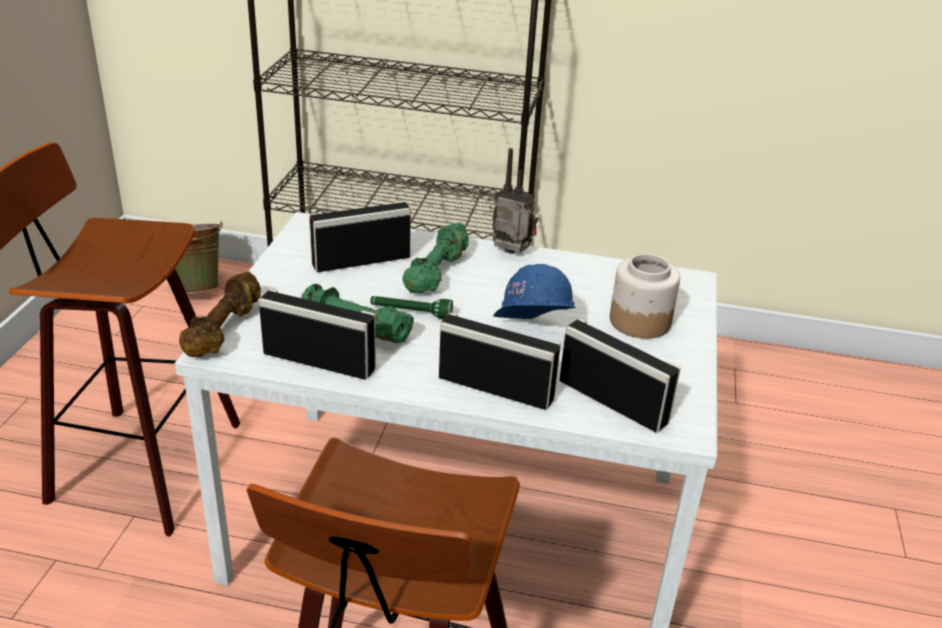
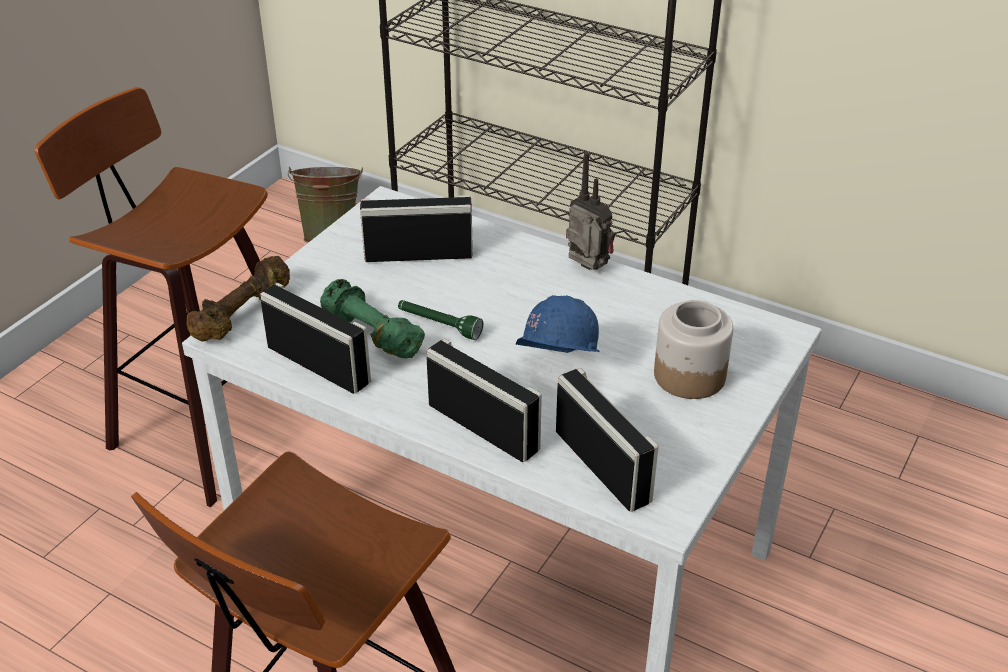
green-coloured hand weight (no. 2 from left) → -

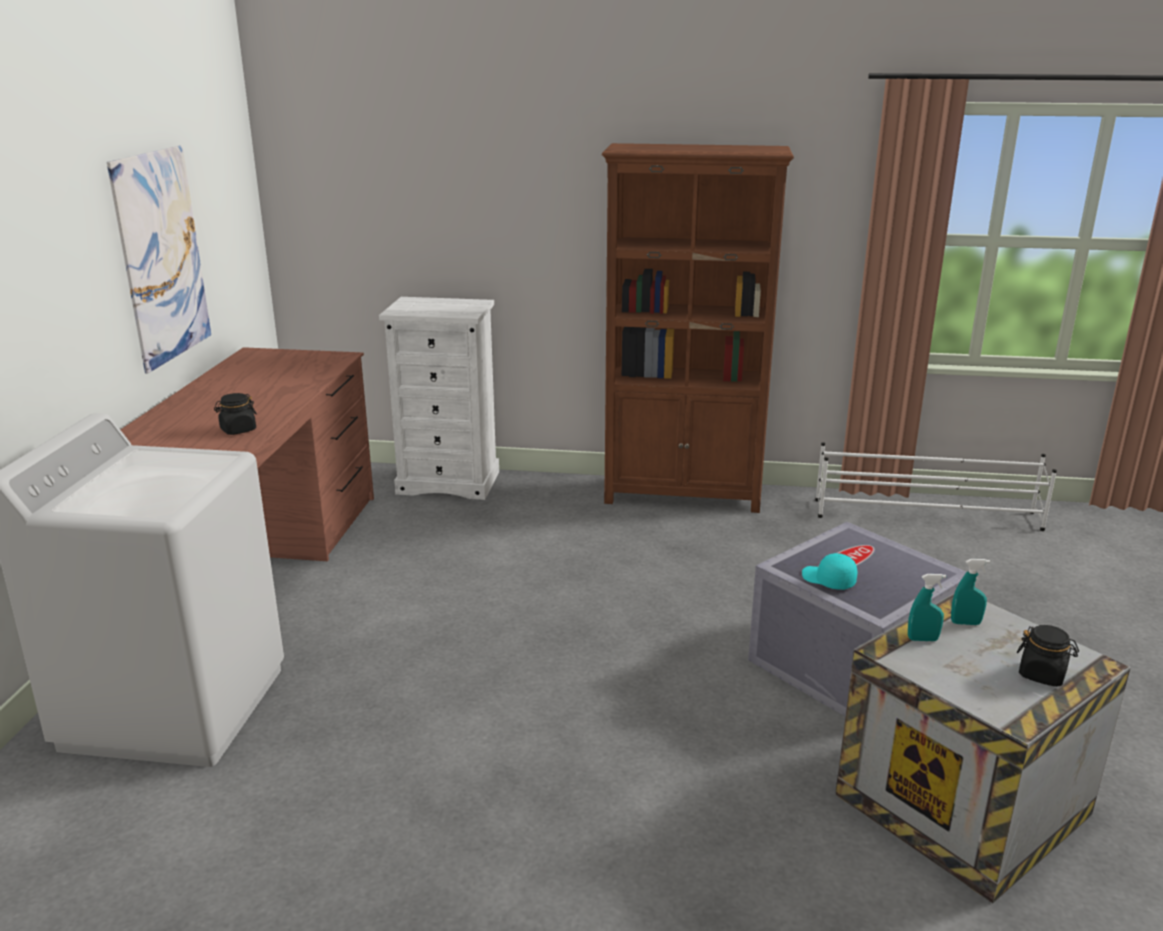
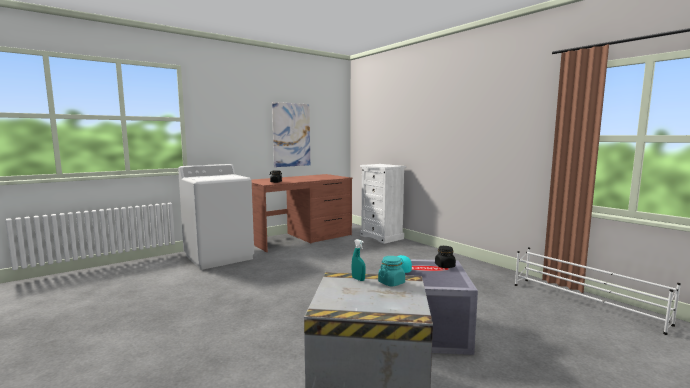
brown-coloured bookshelf → -
blue-green sprayer (no. 2 from left) → blue-green preserve jar
black-coloured preserve jar (no. 2 from left), shifted

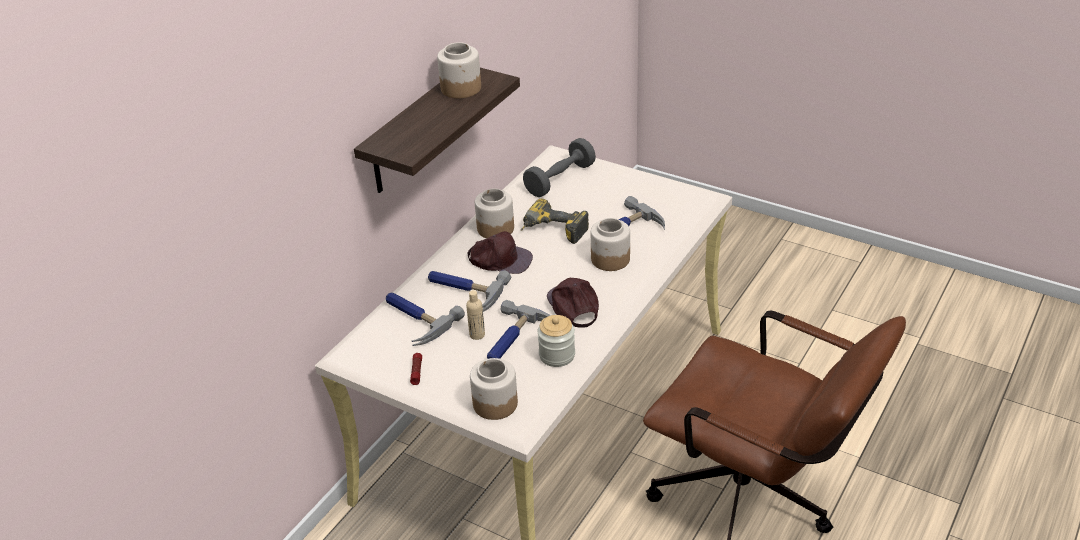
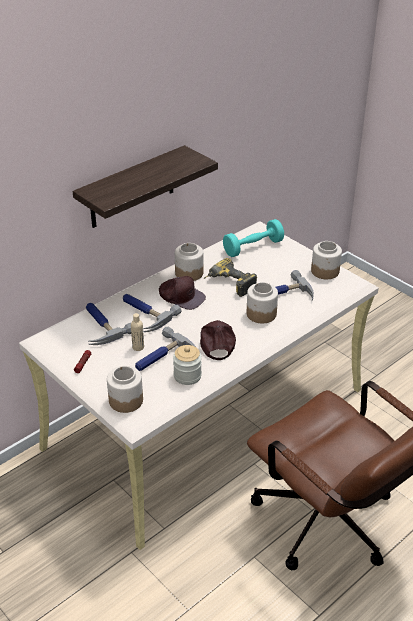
preserve jar (no. 1 from left in the first image) → preserve jar (no. 5 from left), shifted
grey hand weight → blue-green hand weight

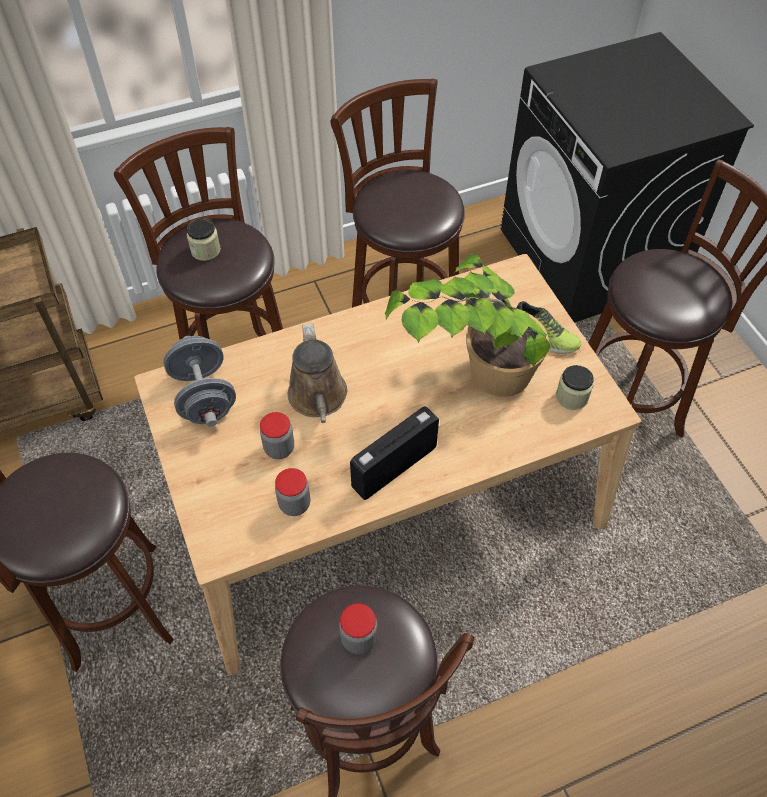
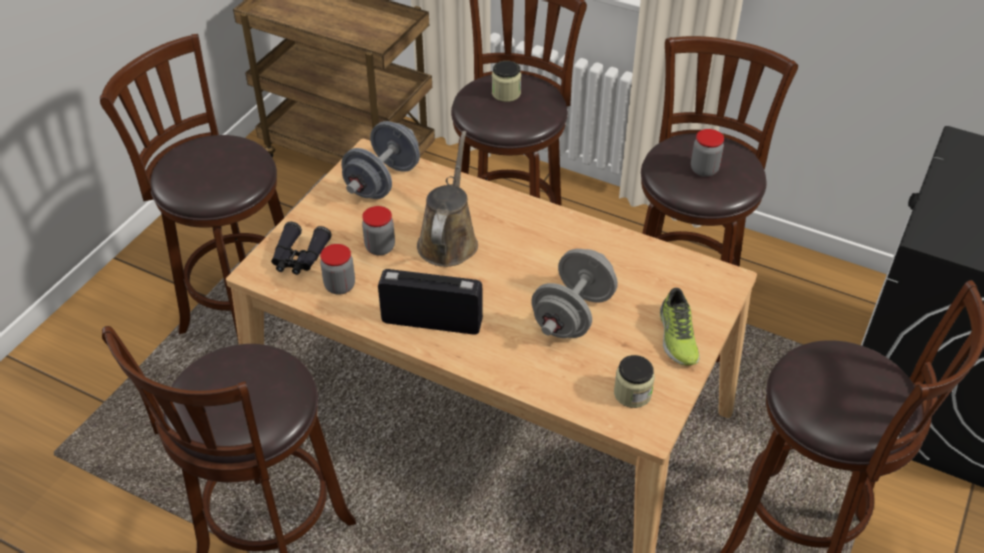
houseplant → grey hand weight (no. 2 from left)
brown-coloured sprinkling can, 150 degrees clockwise
preserve jar (no. 4 from left in the first image) → preserve jar (no. 5 from left), shifted
- → black-coloured pair of binoculars

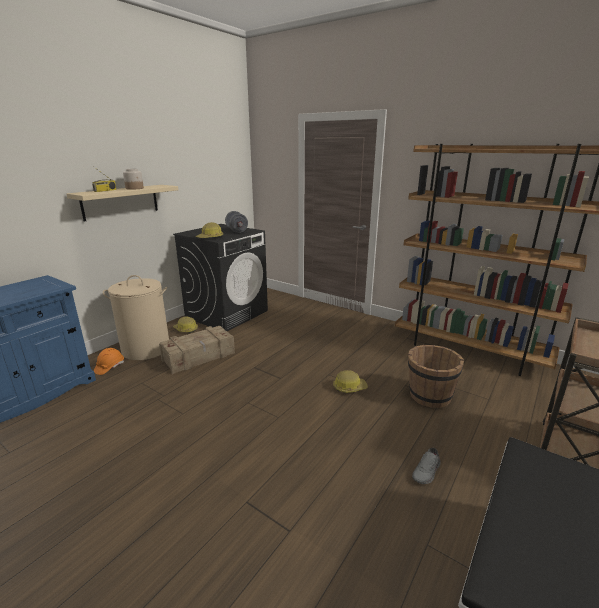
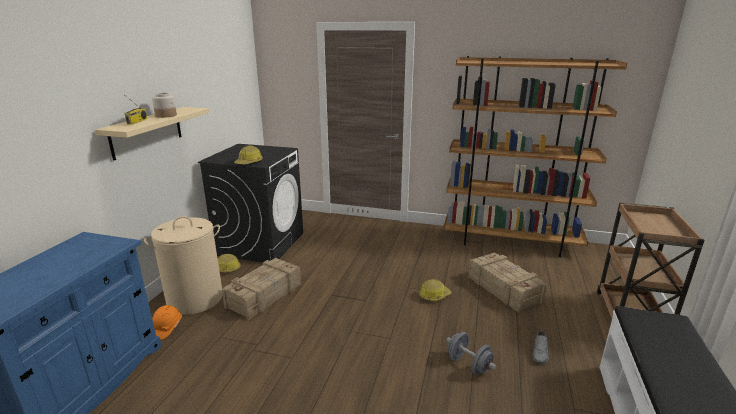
grey hand weight, shifted
brown-coloured bucket → crate (no. 2 from left)

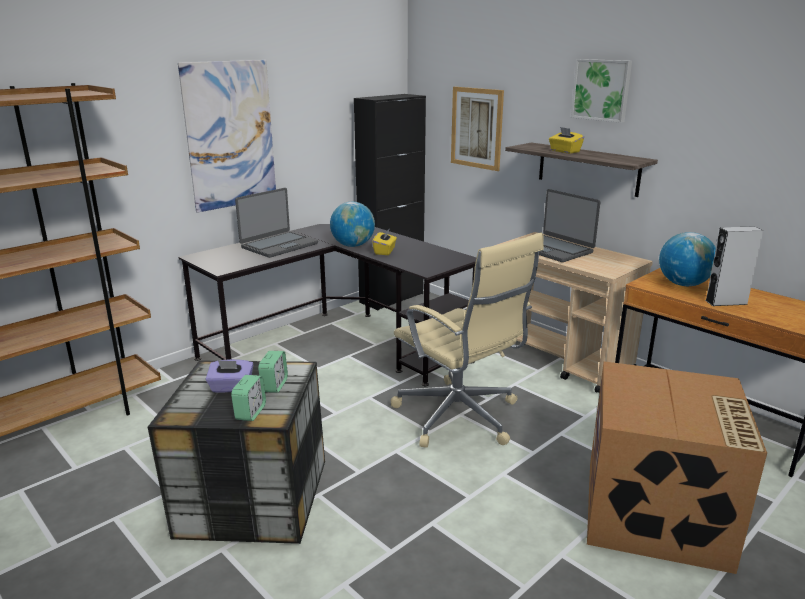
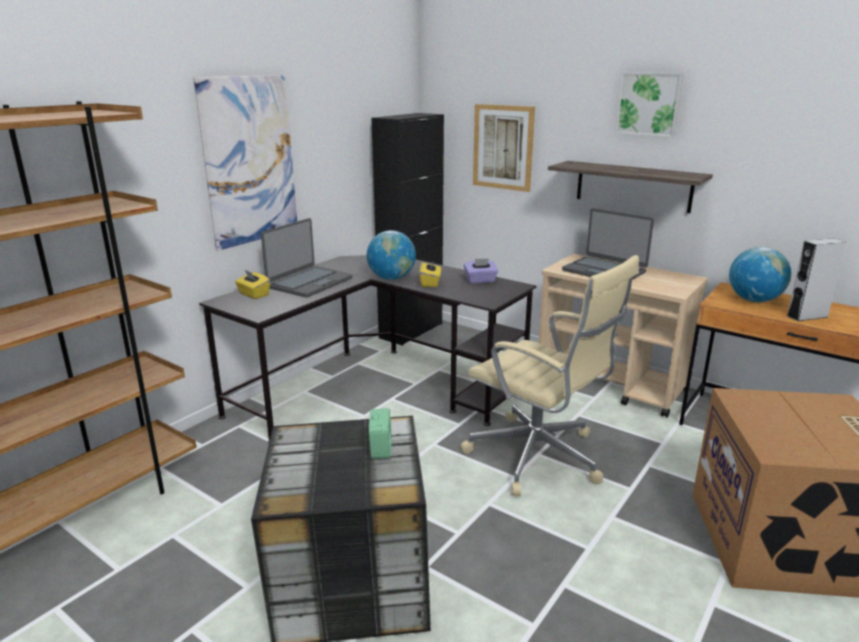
yellow-coloured tissue box (no. 2 from left in the first image) → yellow-coloured tissue box (no. 1 from left), shifted
purplish tissue box, shifted
bedside clock (no. 1 from left) → -

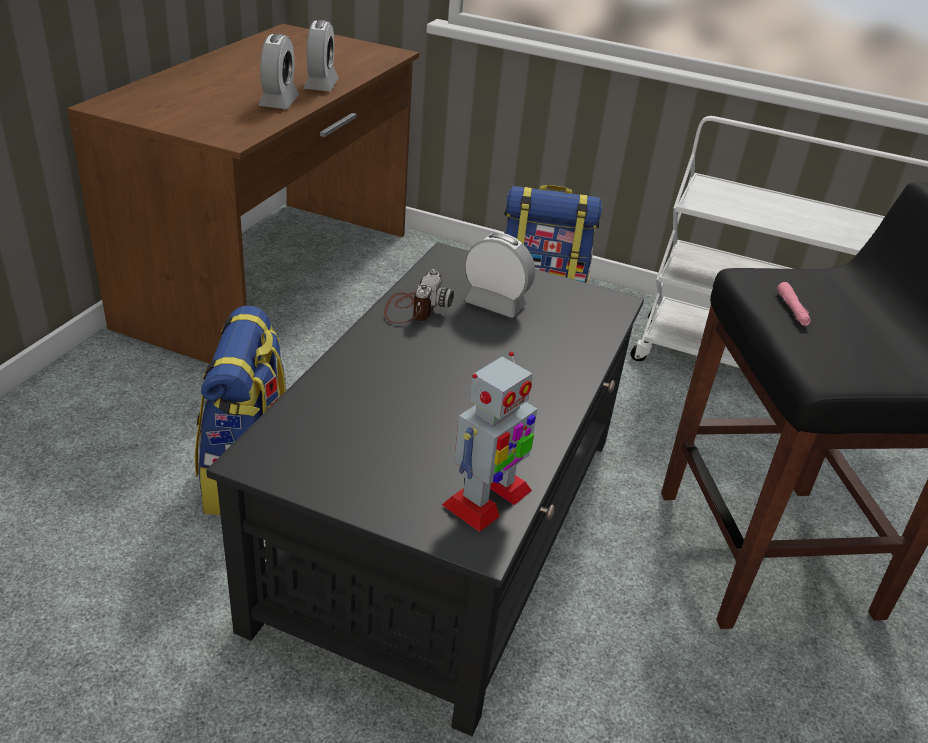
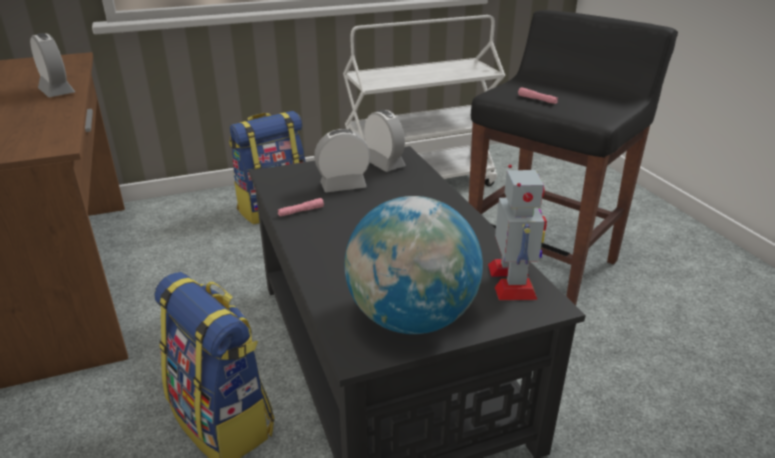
bedside clock (no. 1 from left in the first image) → bedside clock (no. 3 from left), shifted
still camera → pinkish torch (no. 1 from left)
- → world globe

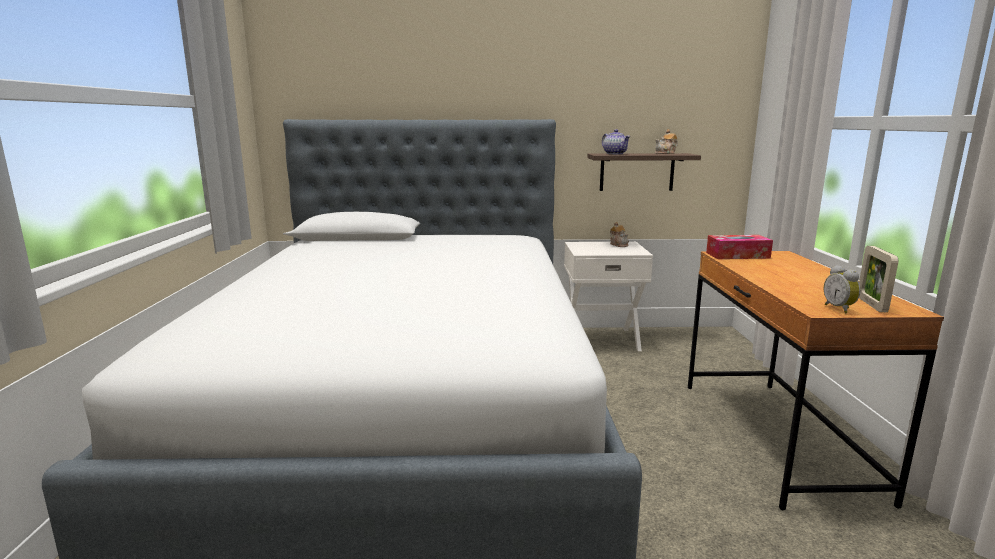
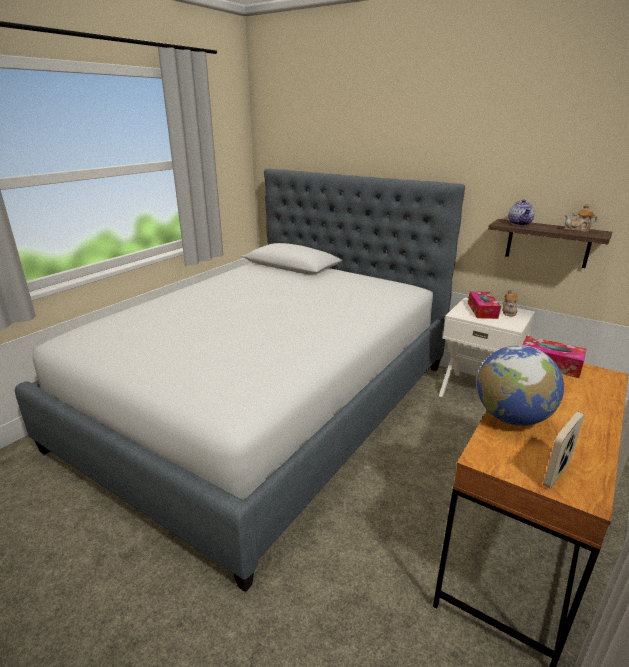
bedside clock → -
- → tissue box (no. 1 from left)
- → world globe

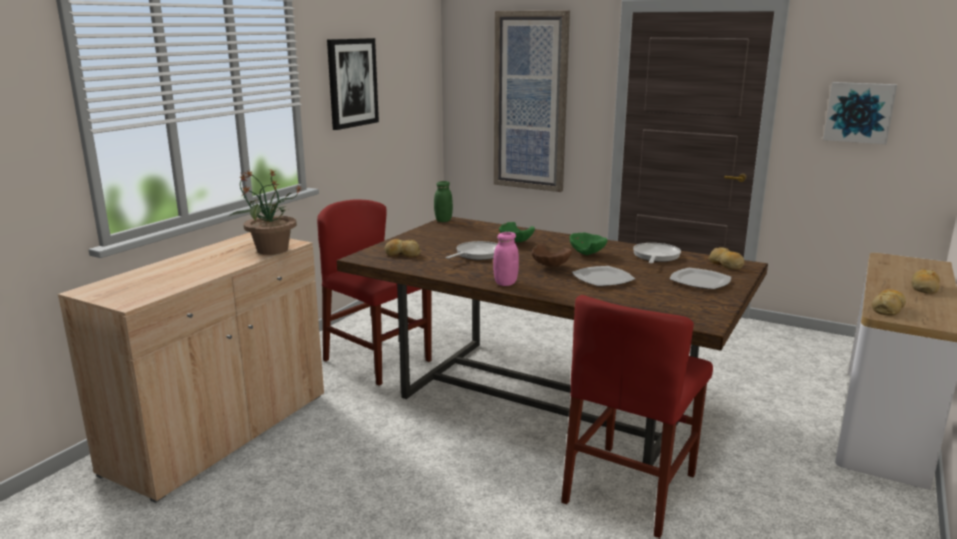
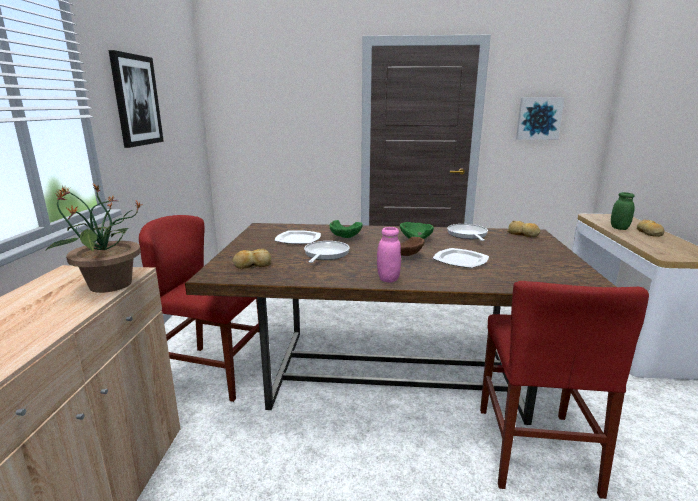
picture (no. 2 from left) → -
green-coloured preserve jar, shifted
dinner plate (no. 2 from left in the first image) → dinner plate (no. 1 from left), shifted
bread (no. 3 from left) → -

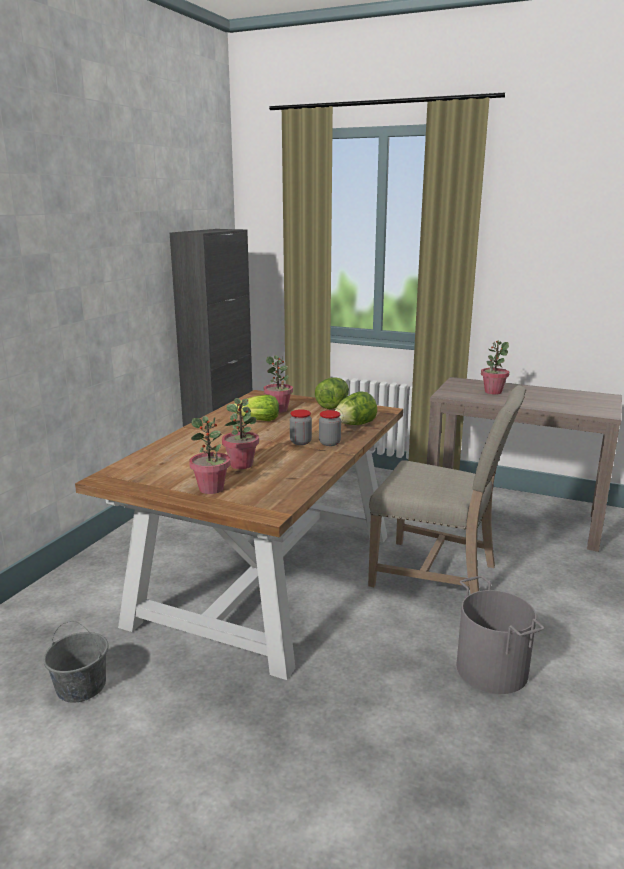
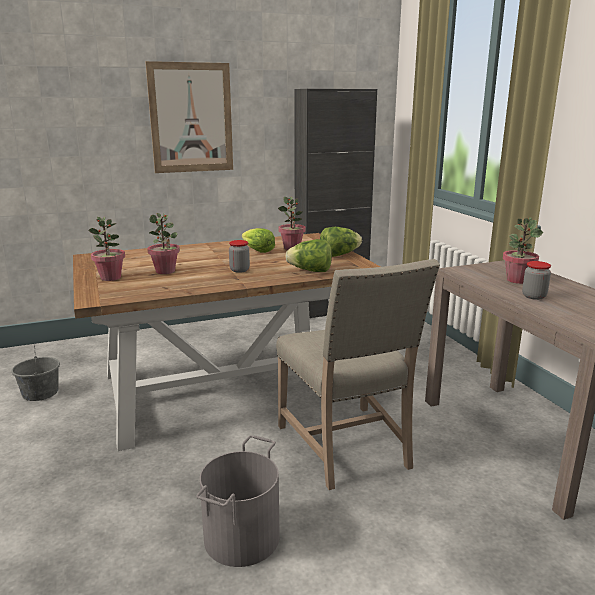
preserve jar (no. 2 from left), shifted
- → picture

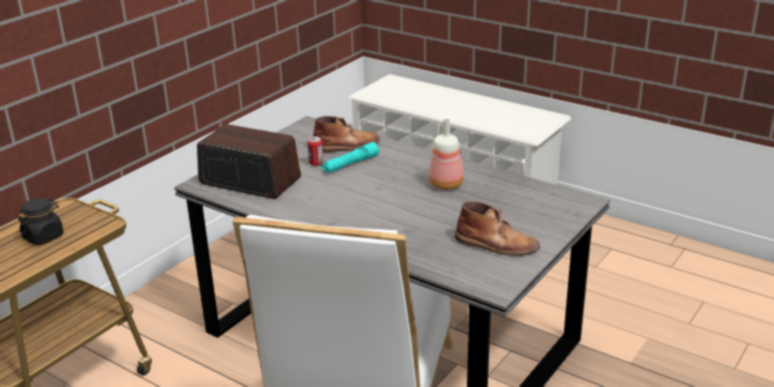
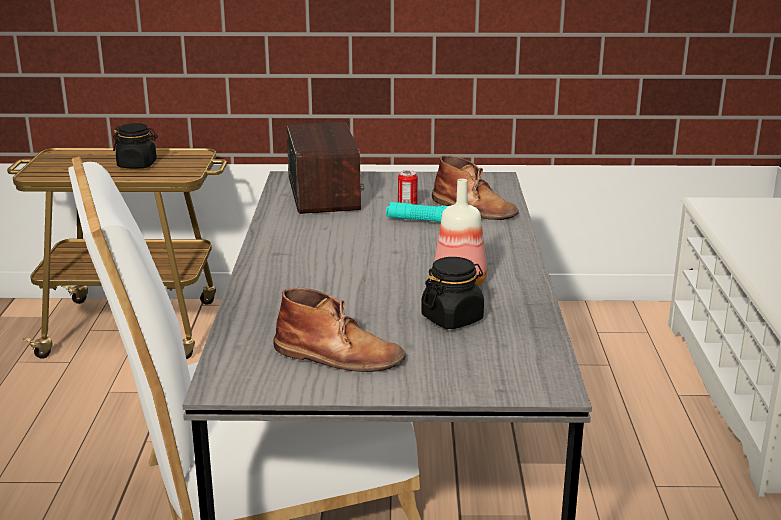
brown-coloured tall boot (no. 2 from left in the first image) → brown-coloured tall boot (no. 1 from left), 60 degrees counterclockwise
- → black-coloured preserve jar (no. 2 from left)

